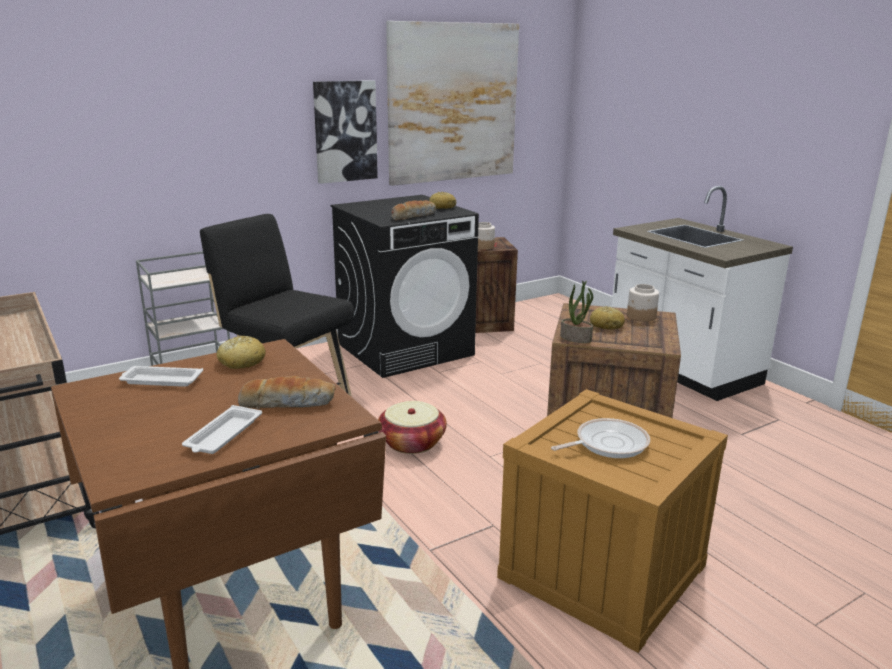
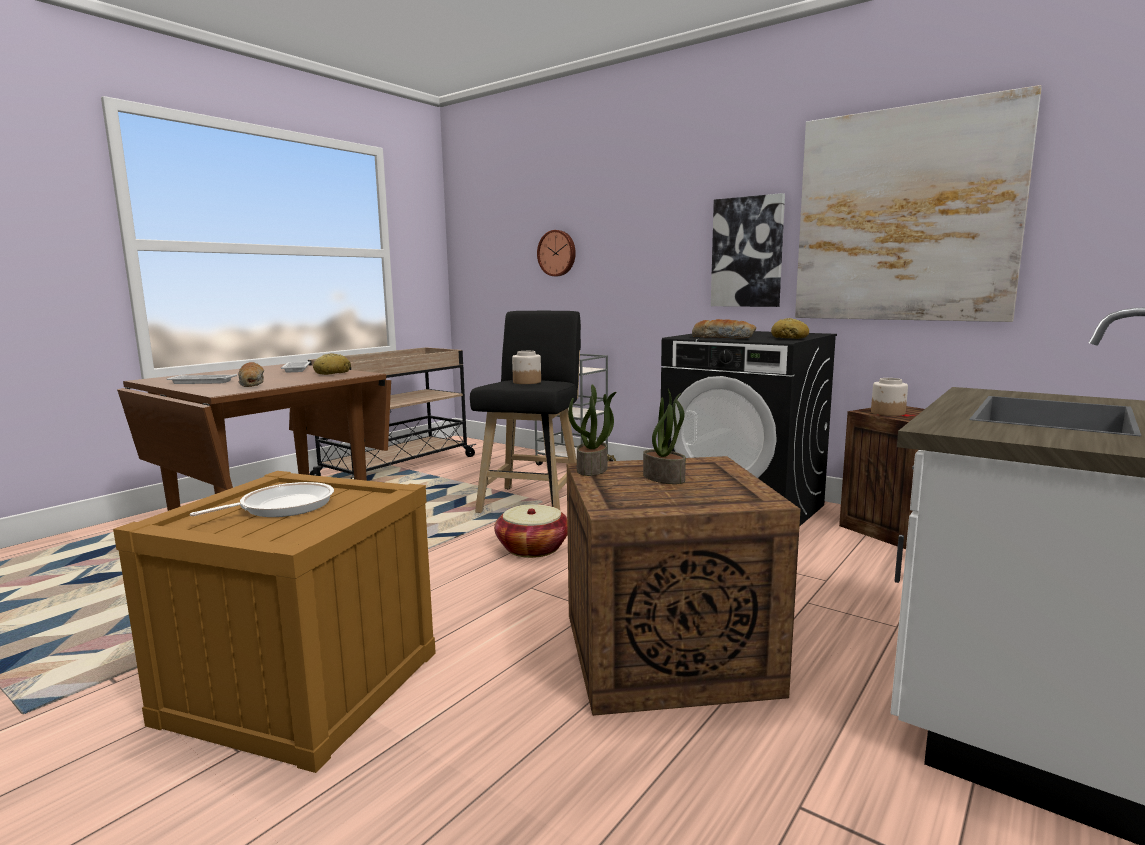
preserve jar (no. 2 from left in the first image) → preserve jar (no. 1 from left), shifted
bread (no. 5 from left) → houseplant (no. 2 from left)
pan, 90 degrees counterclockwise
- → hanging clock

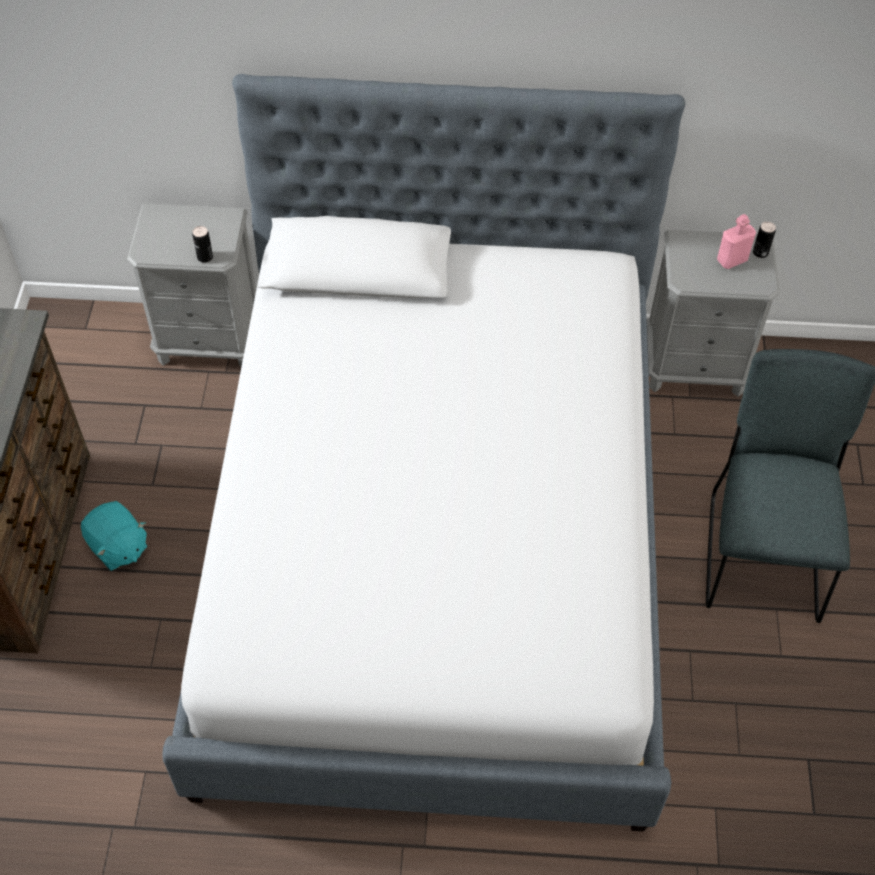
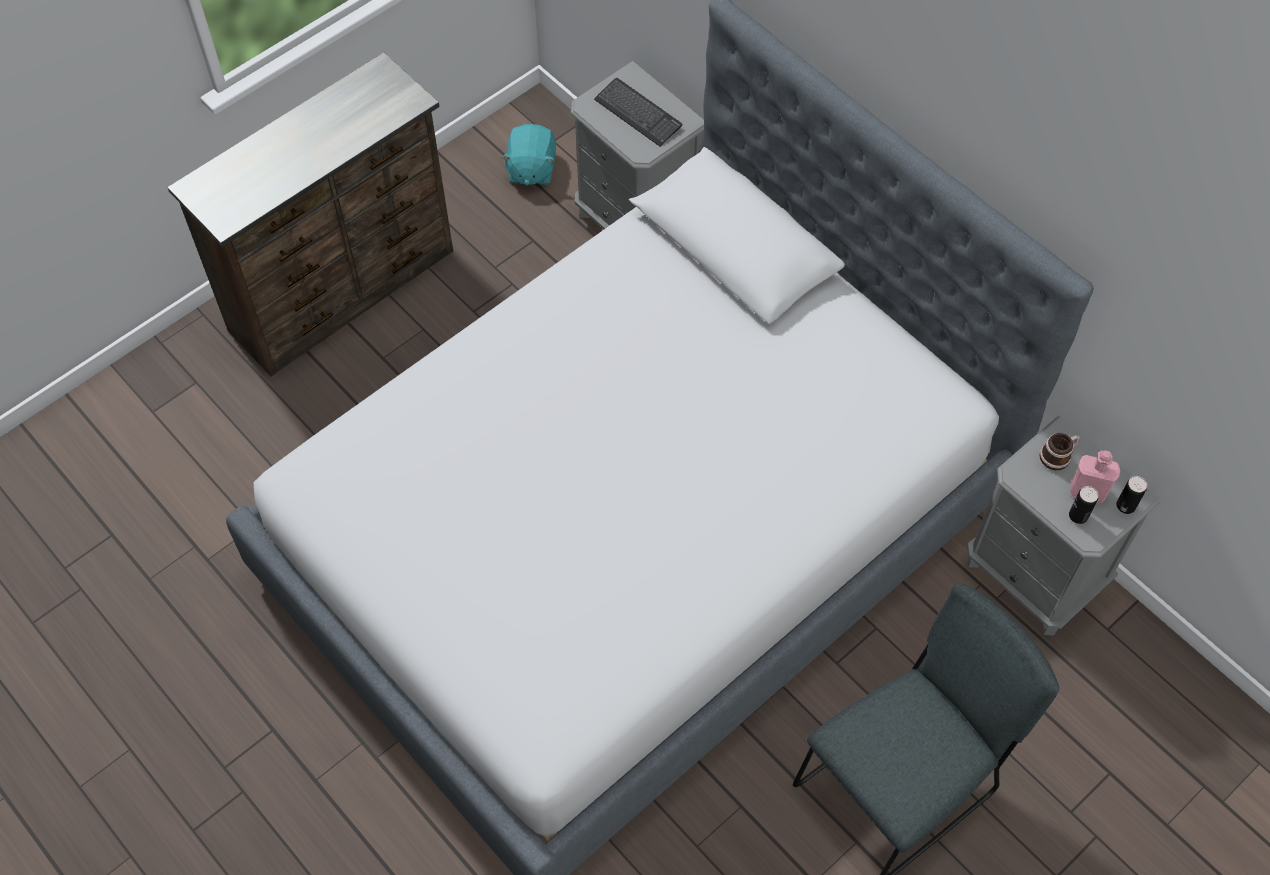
sealed can (no. 1 from left), shifted
blue-green soft toy, shifted
- → PC keyboard
- → mug

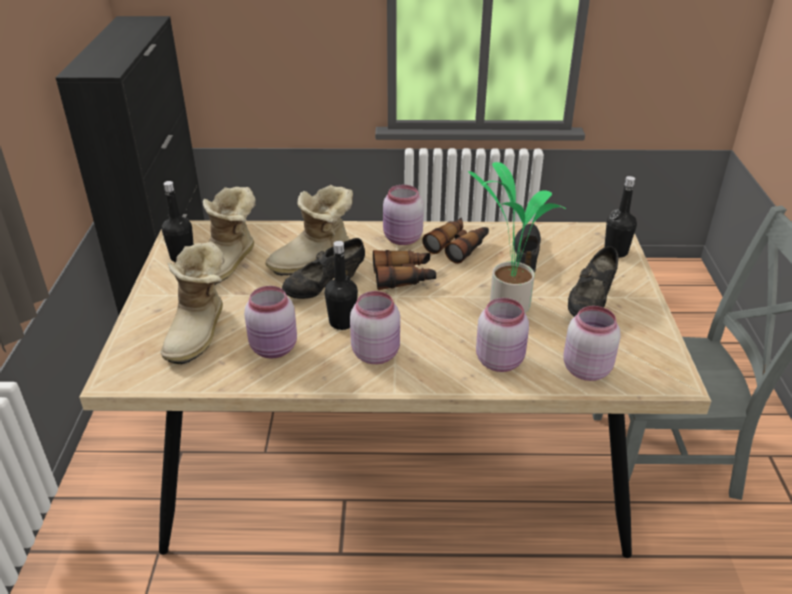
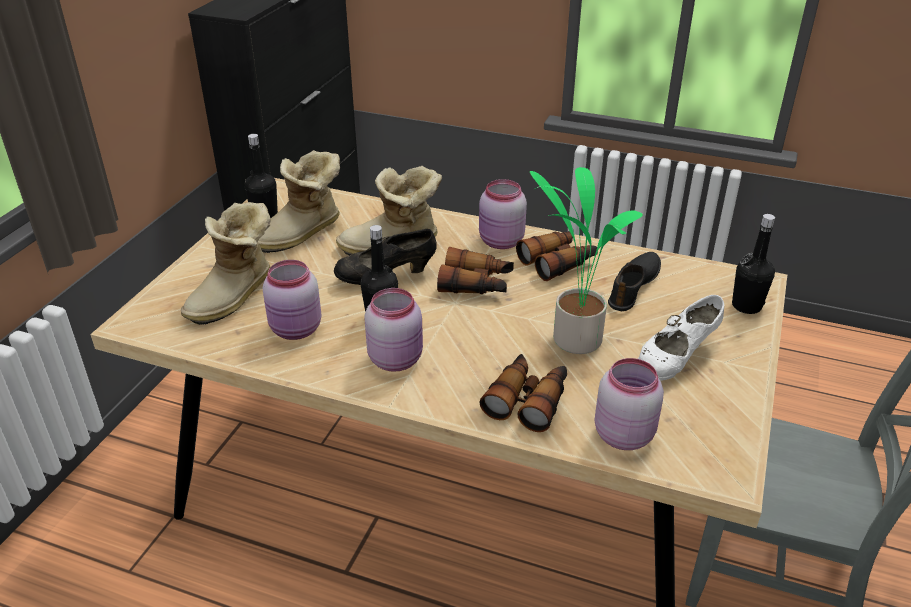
black-coloured low shoe (no. 3 from left) → white-coloured low shoe
pinkish preserve jar (no. 4 from left) → pair of binoculars (no. 2 from left)

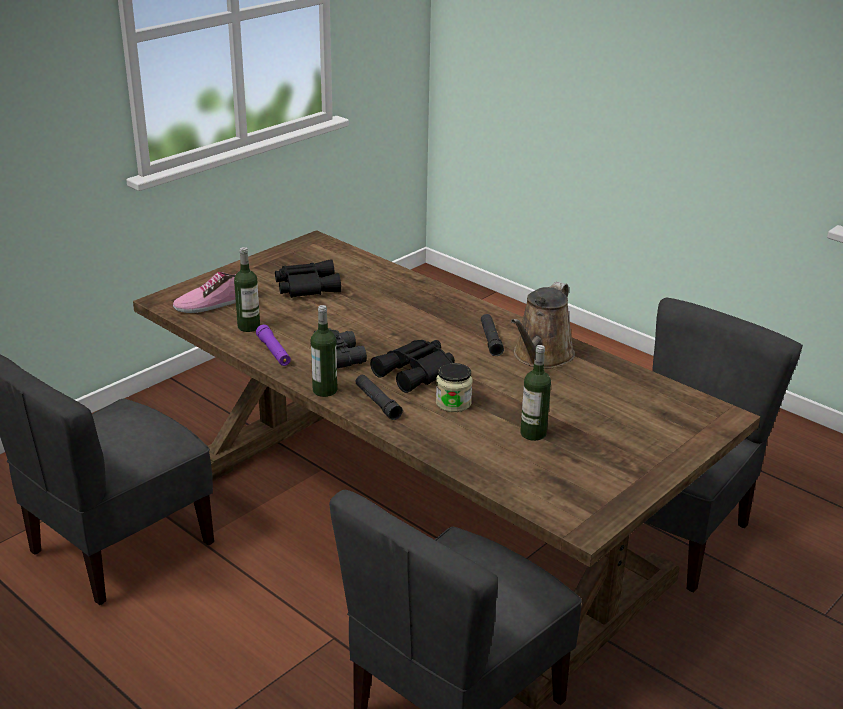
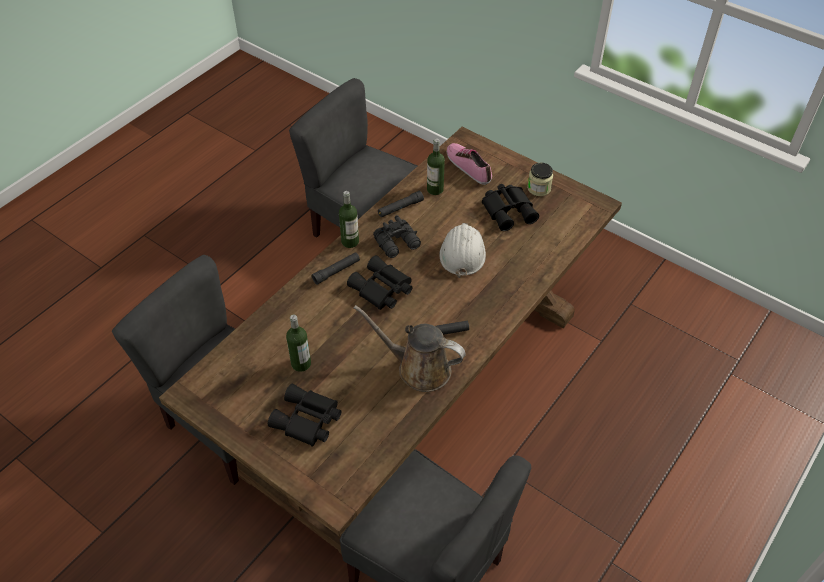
purplish torch → black-coloured torch (no. 2 from left)
preserve jar, shifted
- → white-coloured hard hat
- → black-coloured pair of binoculars (no. 1 from left)

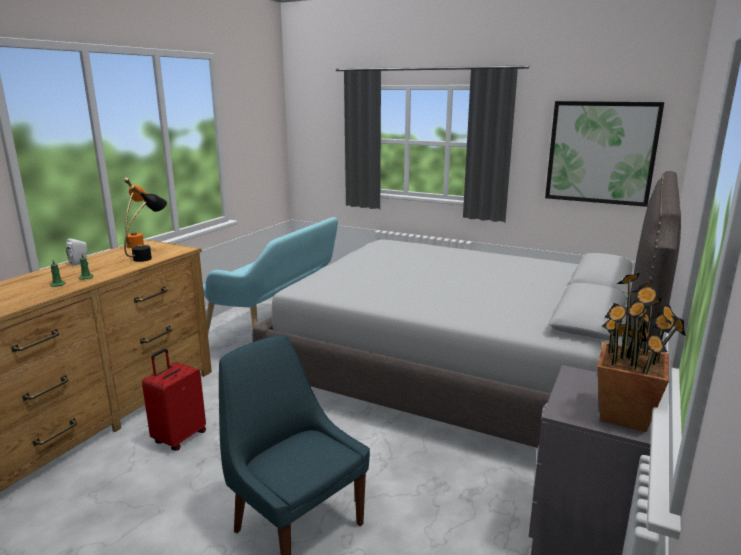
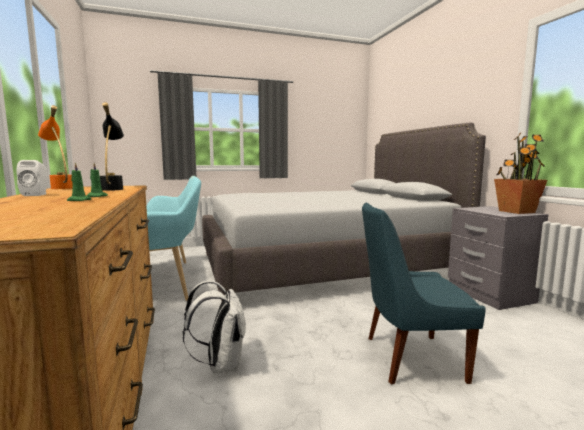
picture → -
reddish travel case → white-coloured knapsack

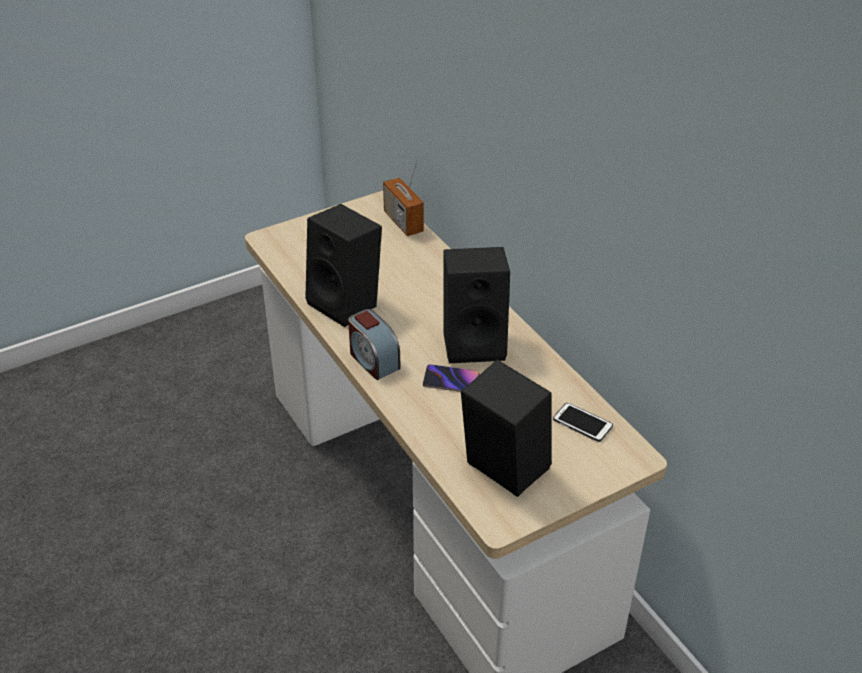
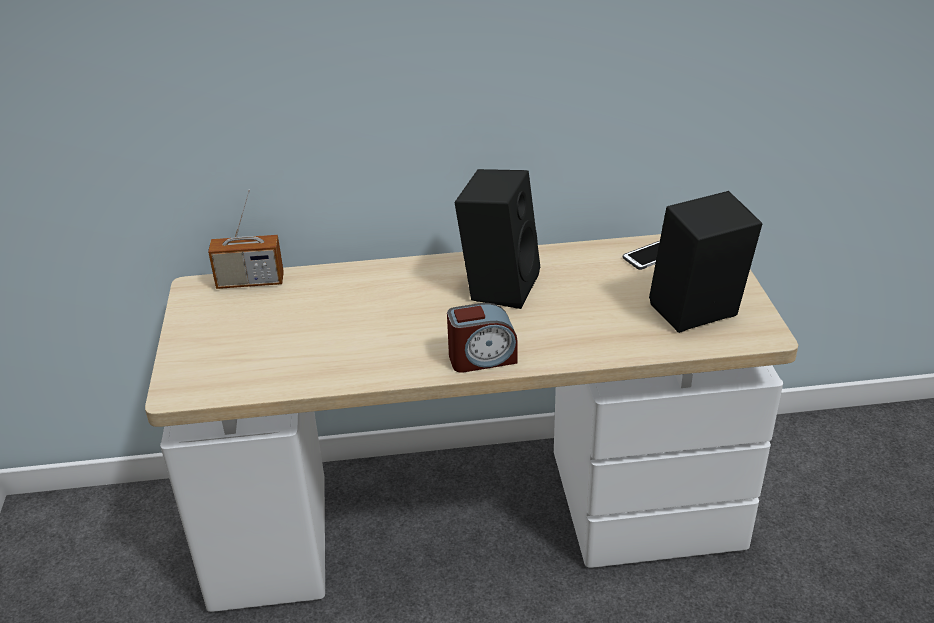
black-coloured audio speaker (no. 1 from left) → -
telephone (no. 1 from left) → -

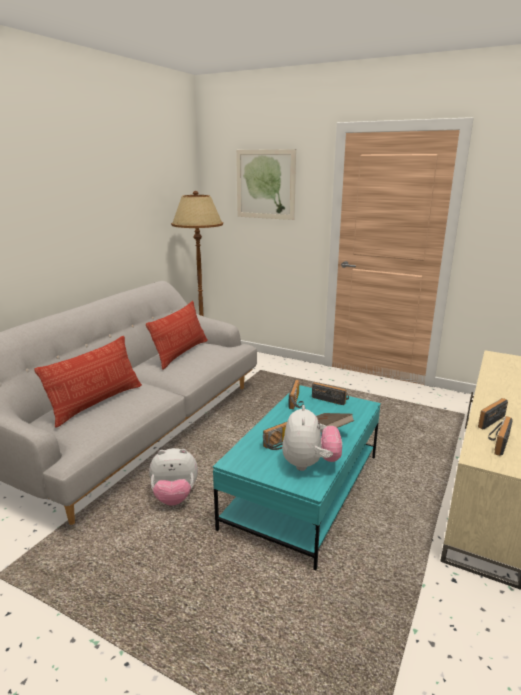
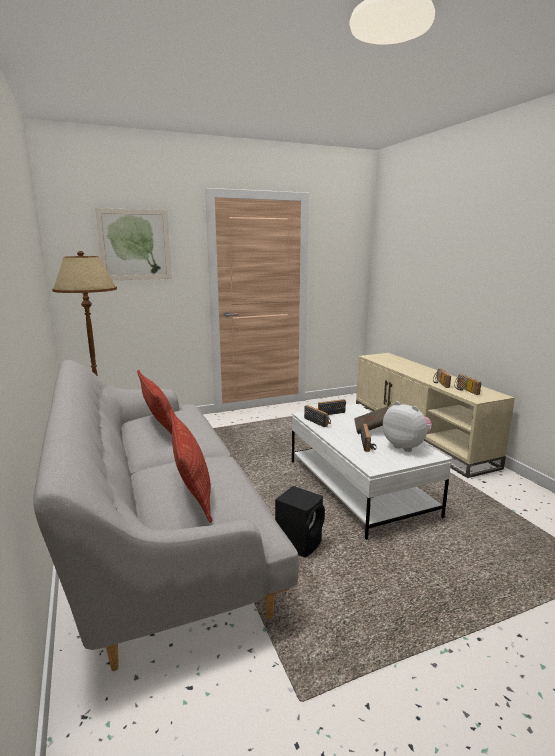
blue-green coffee table → white-coloured coffee table
soft toy (no. 1 from left) → black-coloured audio speaker

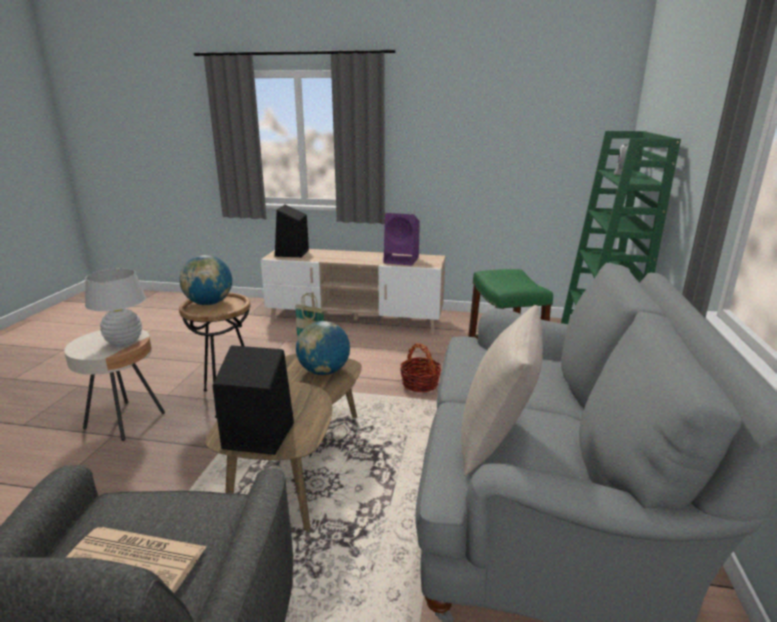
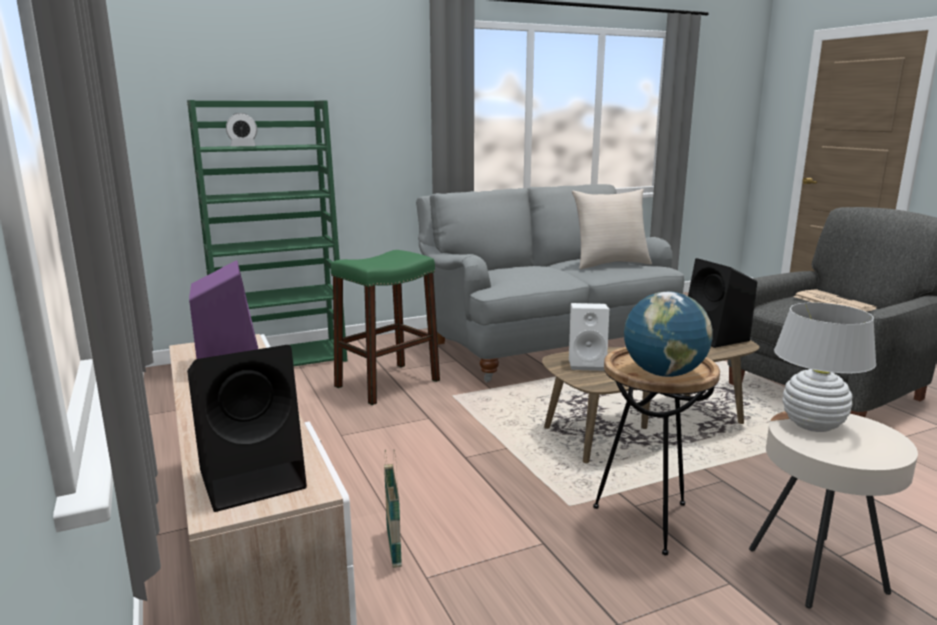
world globe (no. 2 from left) → white-coloured audio speaker
household basket (no. 2 from left) → -

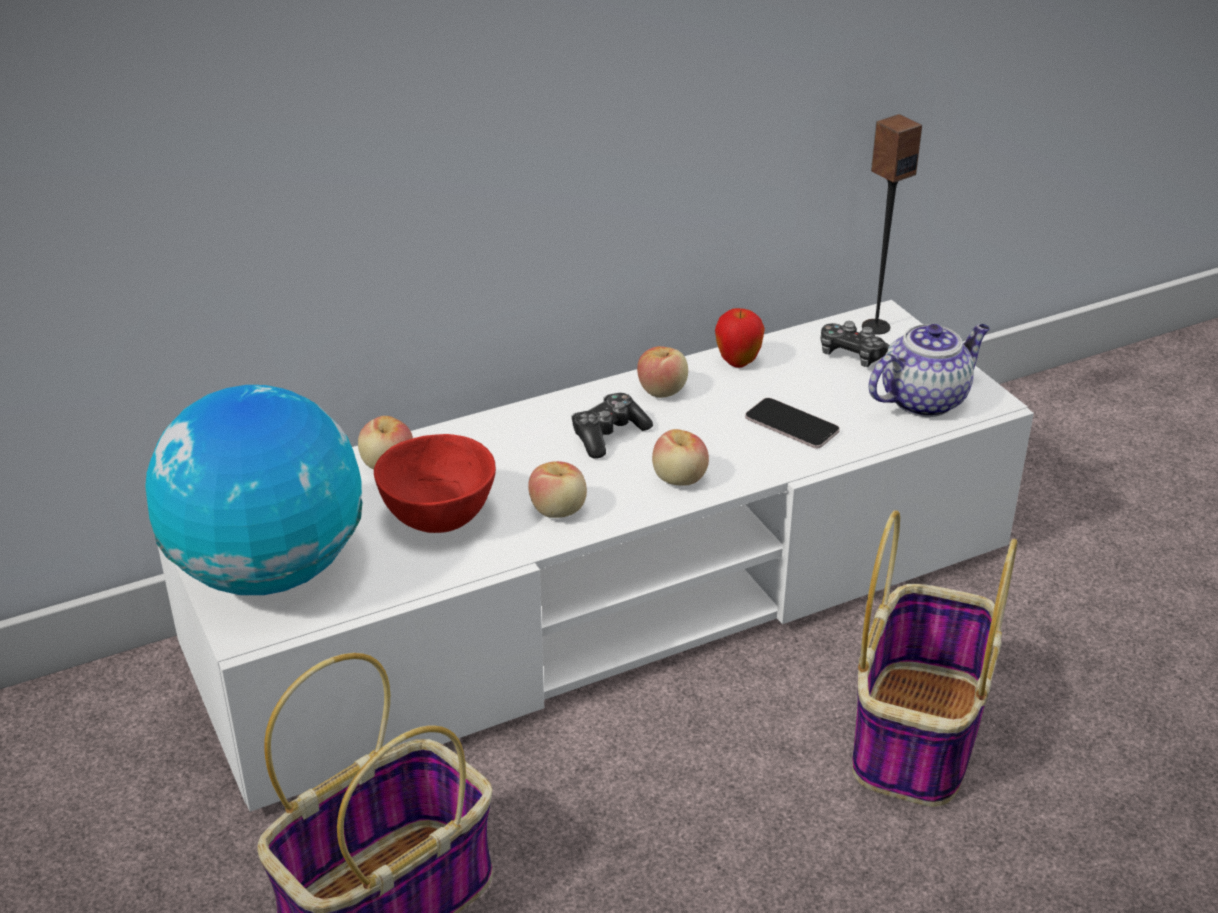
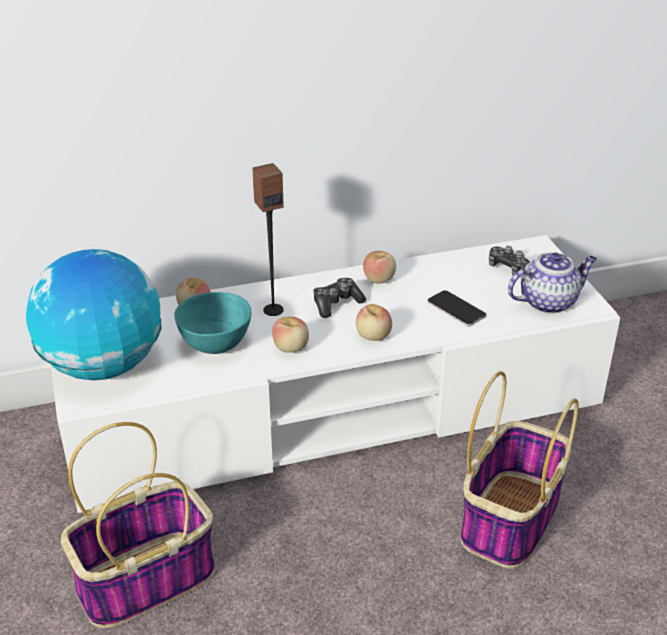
audio speaker, shifted
apple (no. 5 from left) → -
reddish bowl → blue-green bowl

